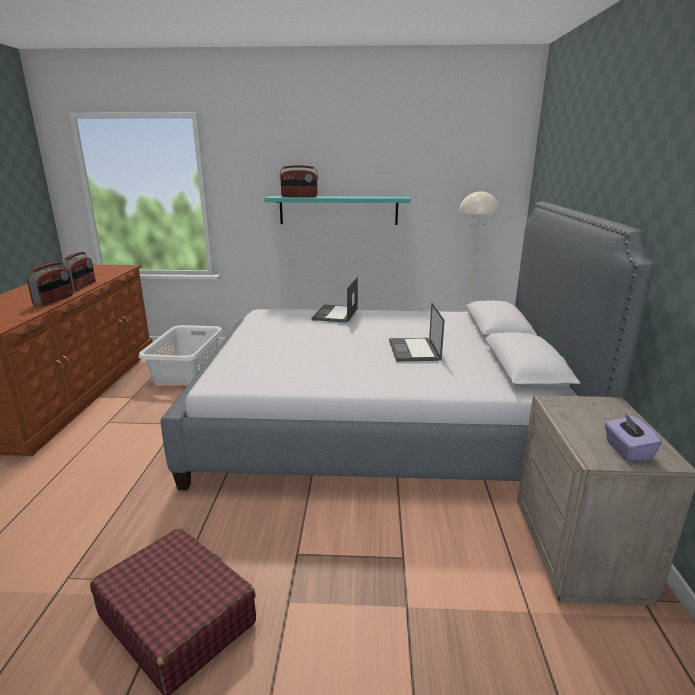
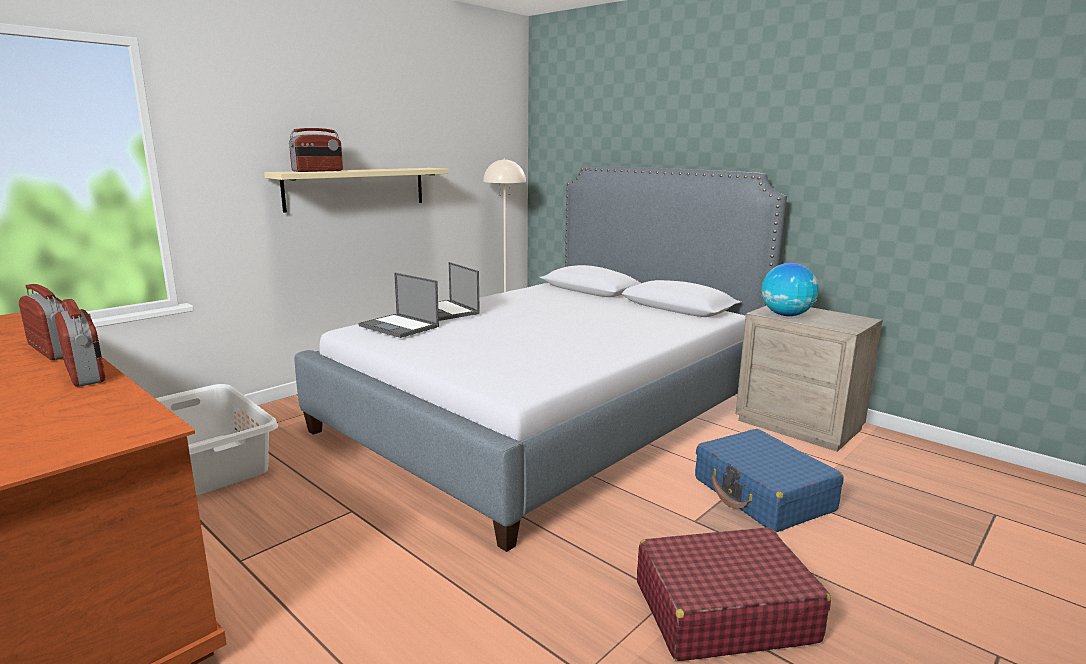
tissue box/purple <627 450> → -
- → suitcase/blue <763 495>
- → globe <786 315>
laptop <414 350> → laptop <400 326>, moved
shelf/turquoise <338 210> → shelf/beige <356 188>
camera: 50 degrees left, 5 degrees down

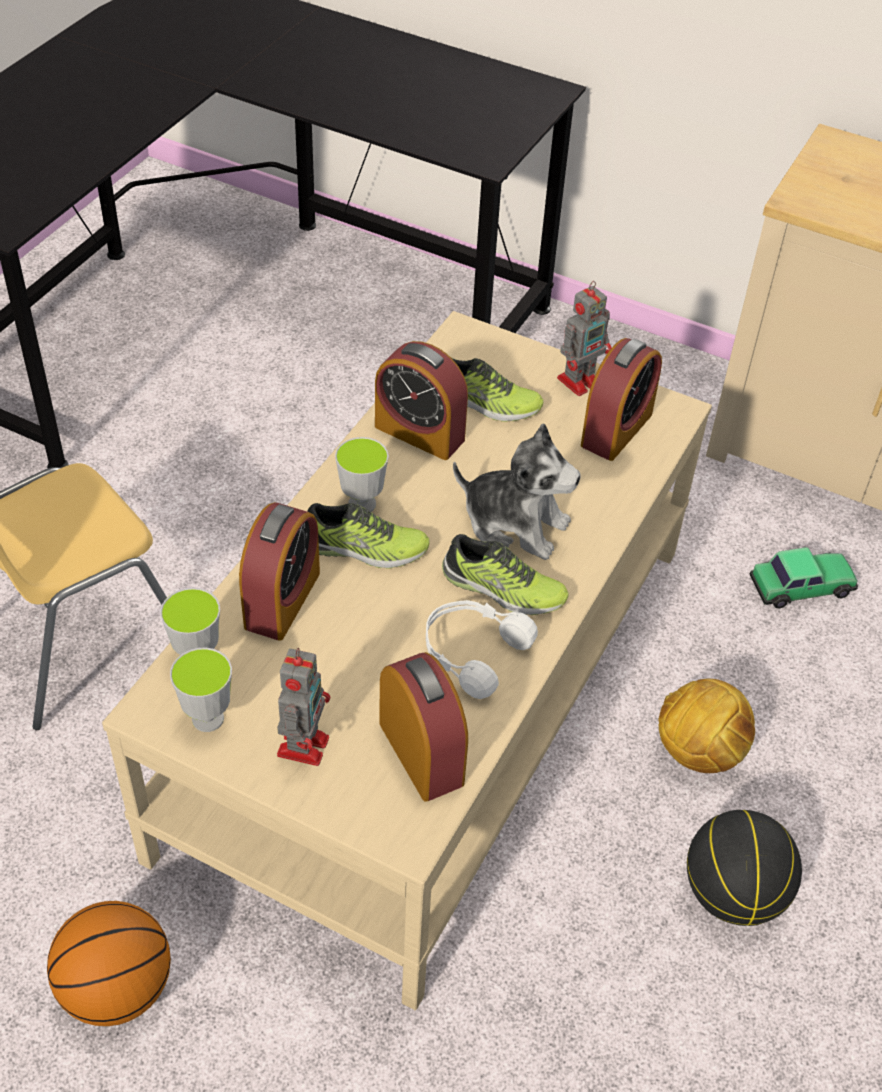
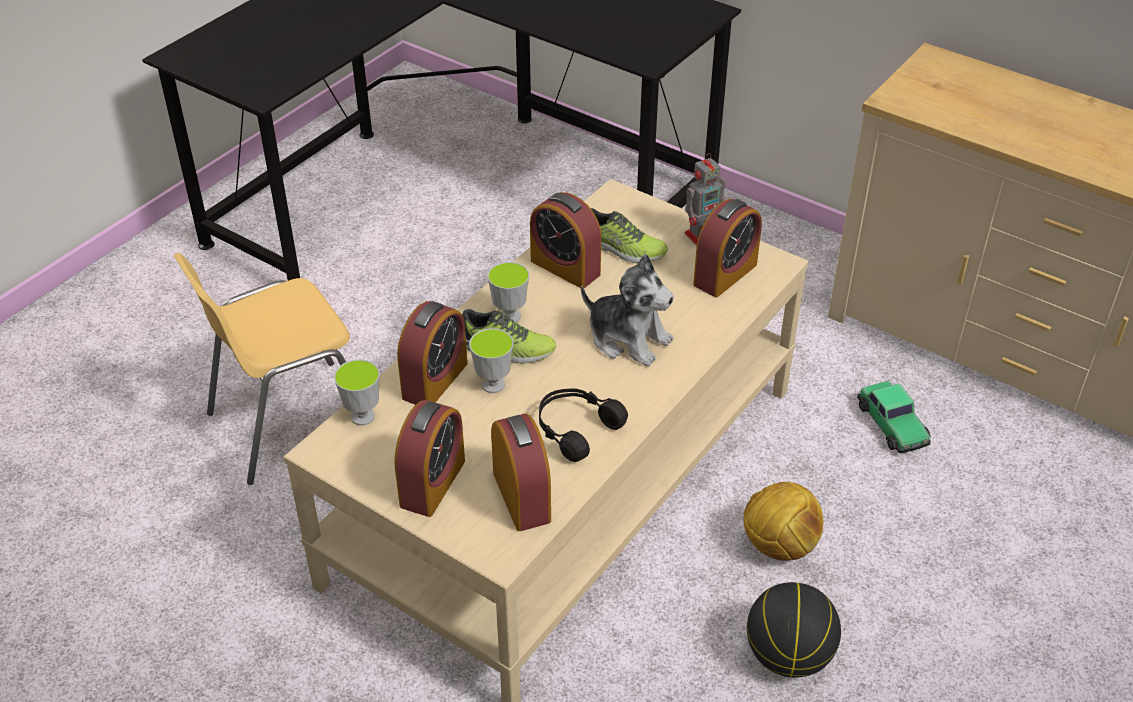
basketball <116 988> → -
shoe <502 589> → -
cup <208 718> → cup <493 385>, moved
toy robot <304 744> → alarm clock <432 483>
headphones/white <472 652> → headphones/black <575 429>
toy car <802 586> → toy car <892 424>, 75 degrees clockwise
camera: 10 degrees right, 5 degrees down

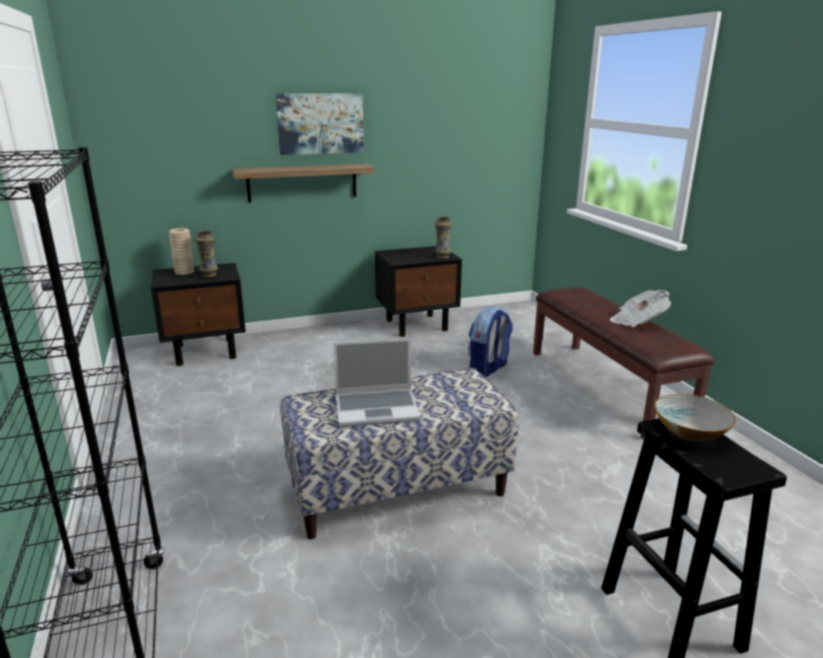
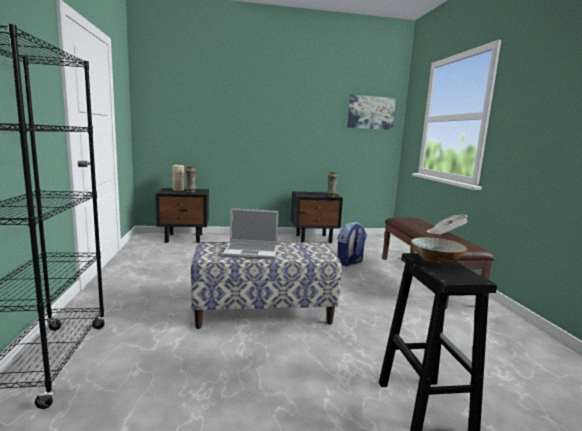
shelf <302 182> → -
picture <320 123> → picture <371 112>, moved
camera: 10 degrees right, 10 degrees down

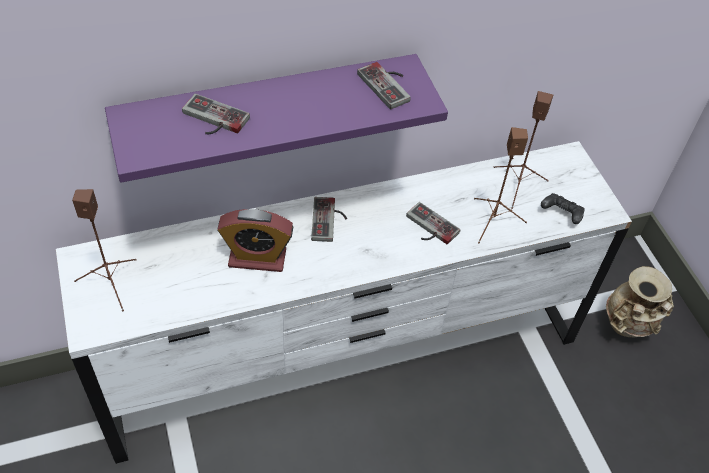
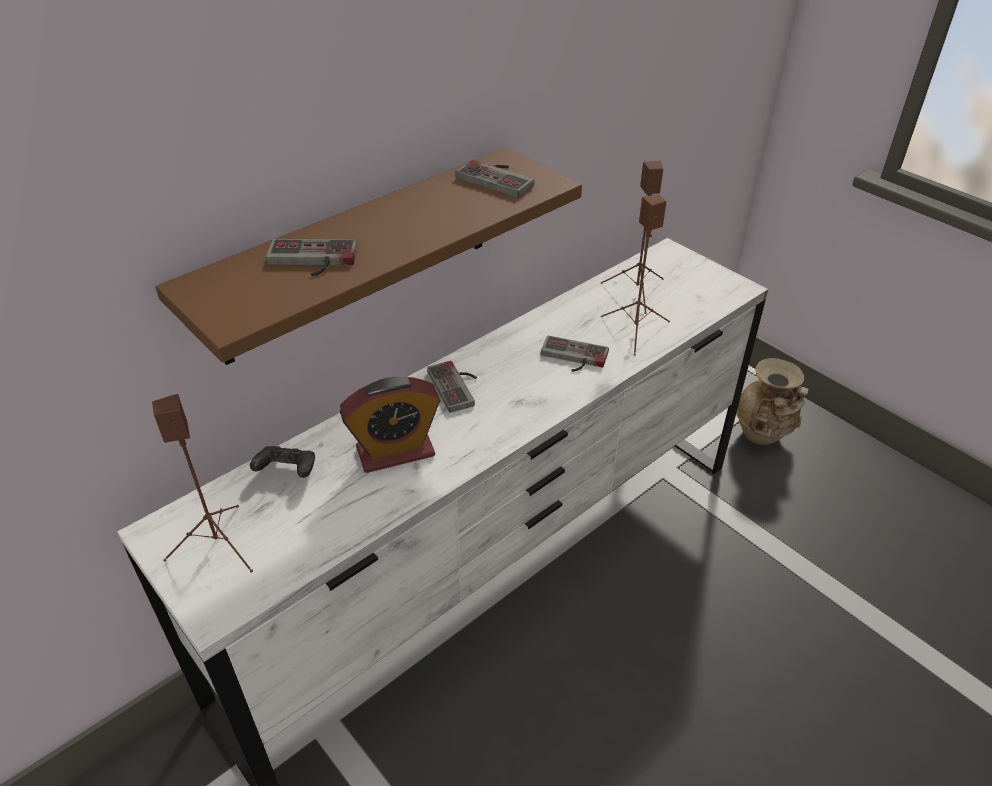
game controller/black <561 214> → game controller/black <287 471>, moved
shelf/purple <268 110> → shelf/brown <358 255>
camera: 20 degrees left, 10 degrees down

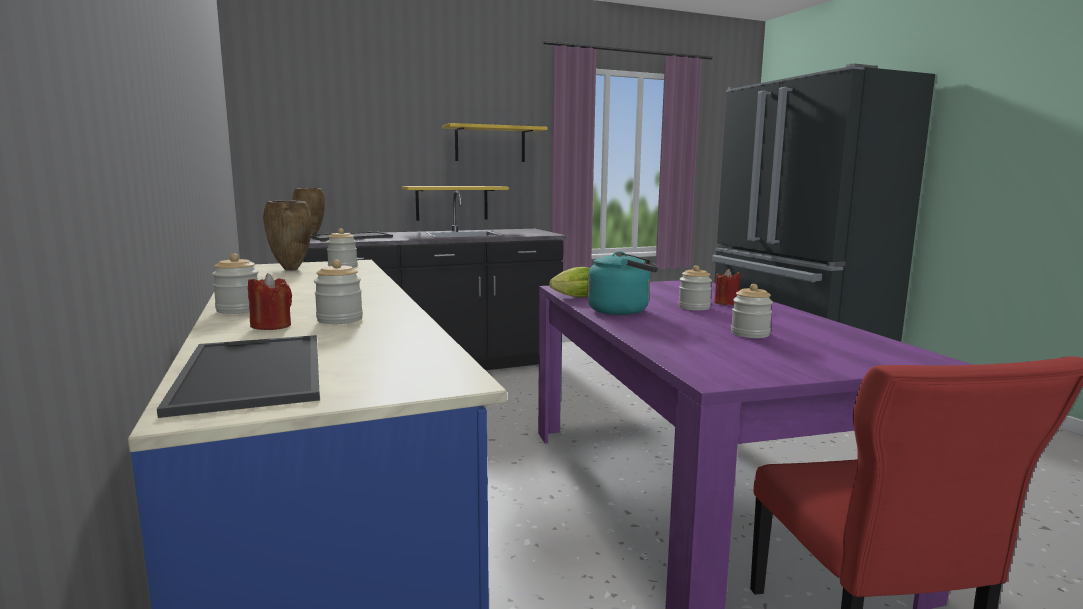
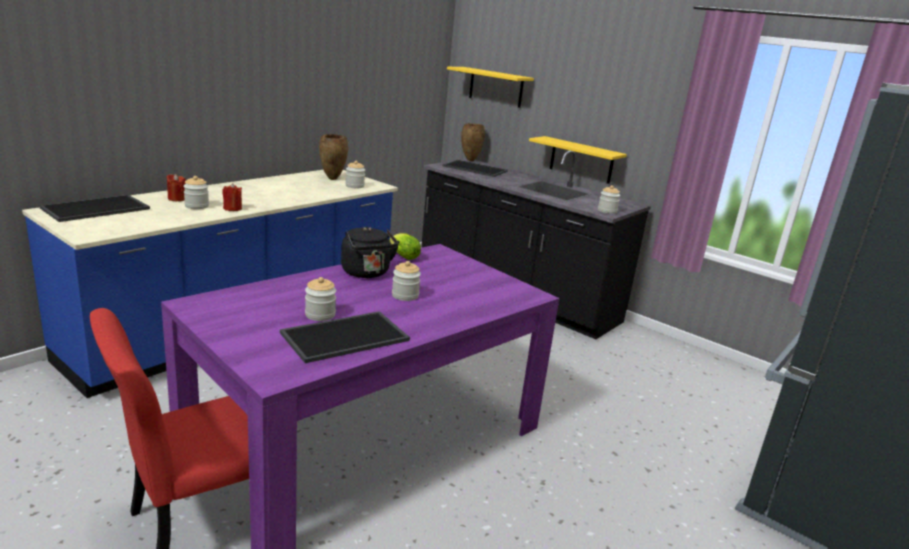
- → tray <345 335>
jar <239 310> → jar <607 211>, moved
shelf/yellow <490 144> → shelf/yellow <496 87>, moved
candle/red <726 303> → candle/red <232 208>, moved
kettle/turquoise <622 311> → kettle/black <367 273>
camera: 60 degrees right, 10 degrees up

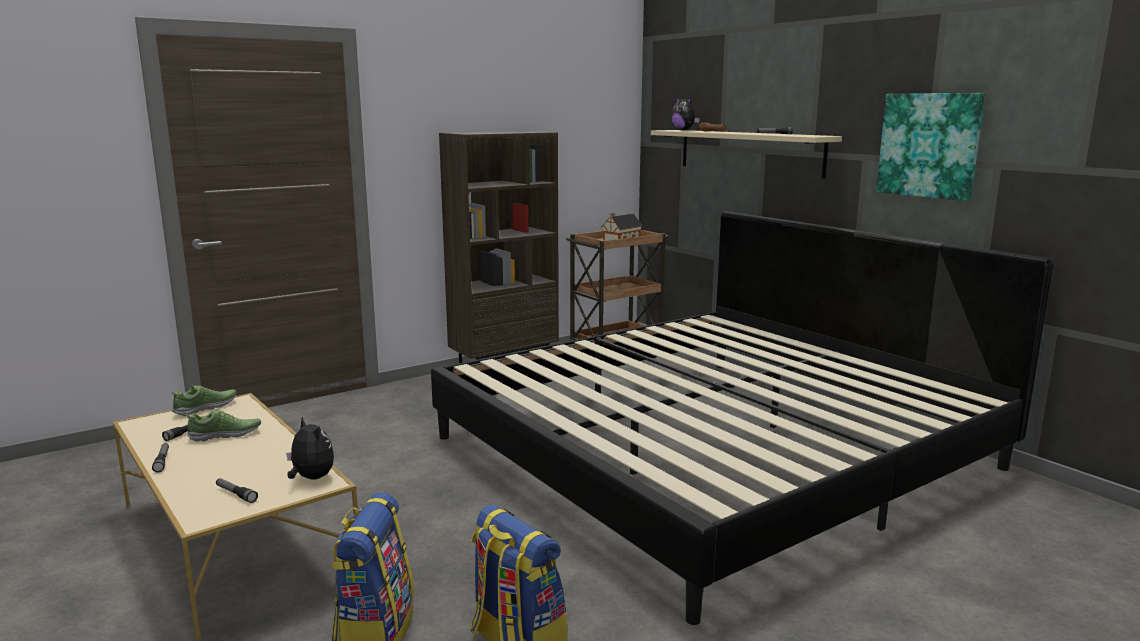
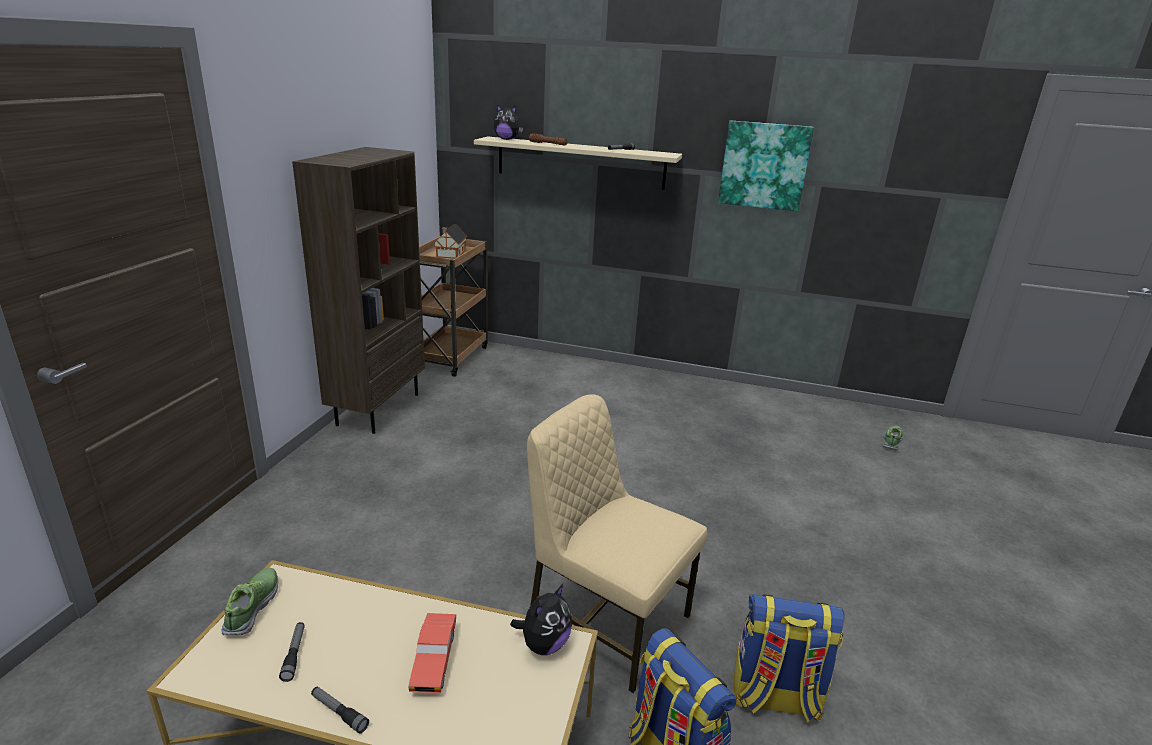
flashlight <236 494> → -
bed <713 452> → -
- → toy car/red <434 660>
- → chair/beige <606 620>
shoe <225 435> → shoe <892 441>, moved
plush toy <311 478> → plush toy <544 644>, 120 degrees clockwise
camera: 40 degrees left, 10 degrees up

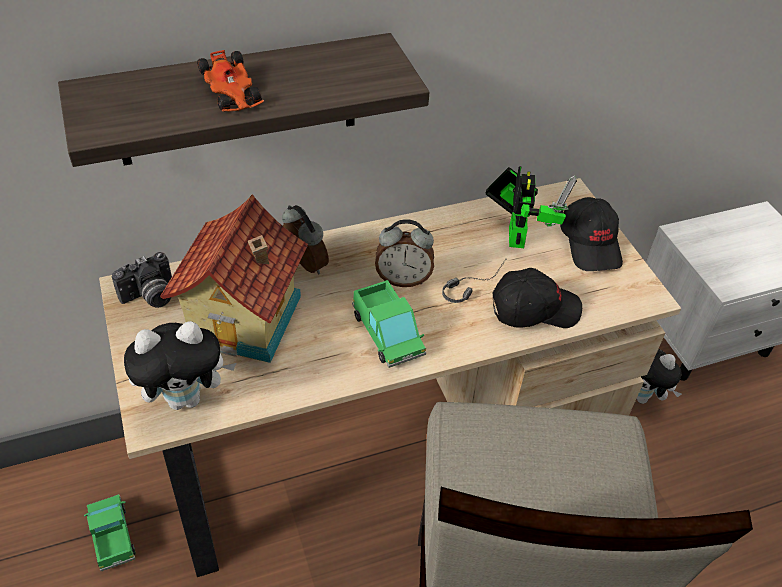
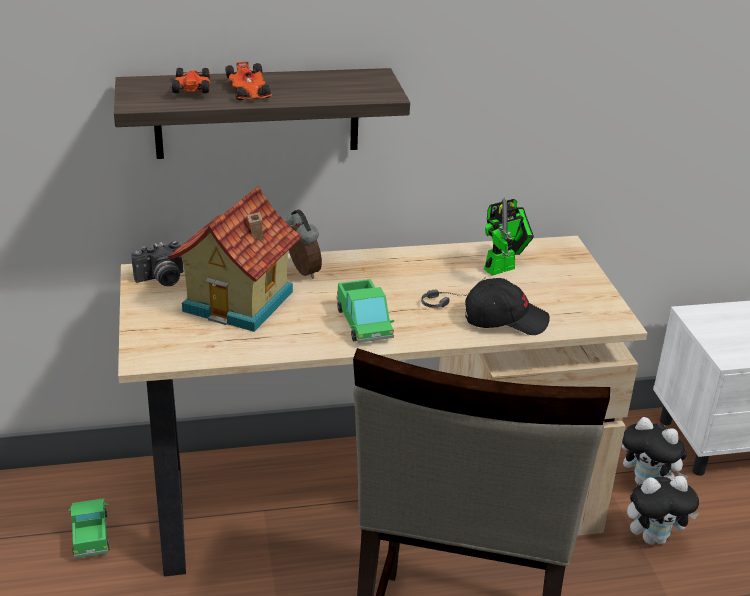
alarm clock <403 279> → -
cap/black <591 244> → -
- → toy car <192 88>
plush toy <187 397> → plush toy <654 537>, moved
toy robot <516 233> → toy robot <503 267>, 45 degrees clockwise
camera: 10 degrees right, 15 degrees down

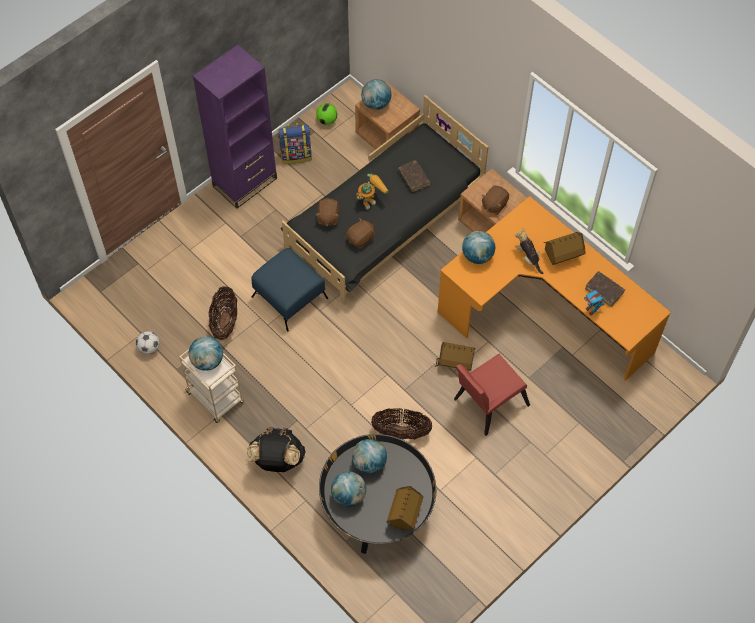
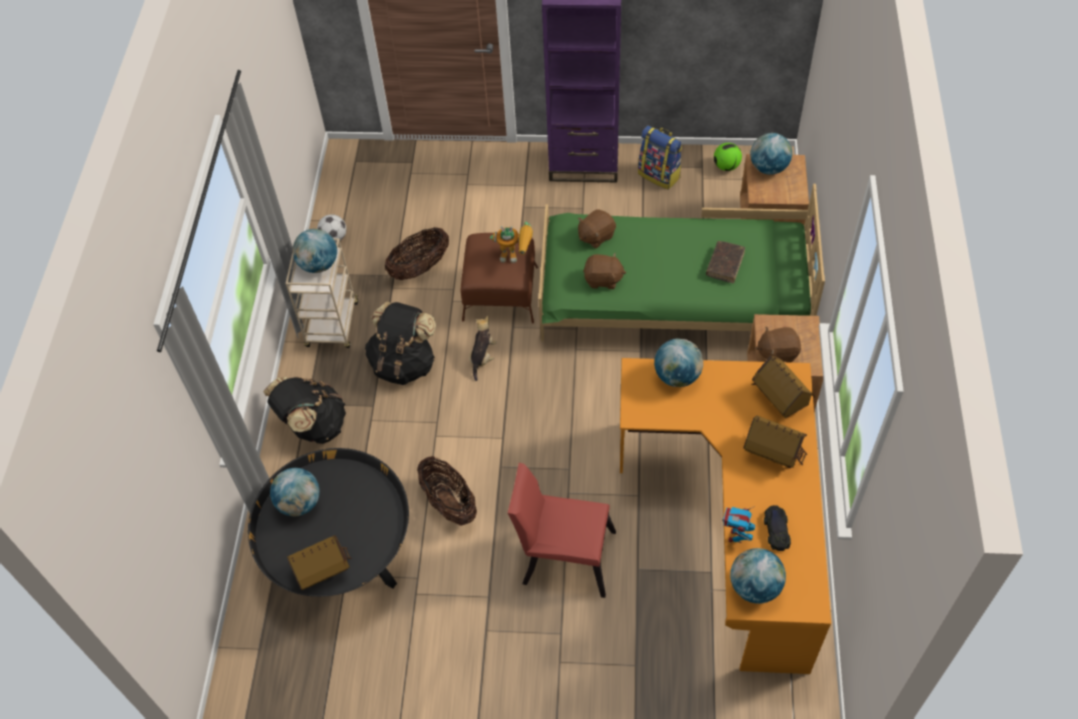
- → backpack/black <404 363>
globe <369 463> → globe <754 586>, moved
toy robot <371 199> → toy robot <516 255>, moved
toy house <455 362> → toy house <779 399>, moved
plush toy <528 258> → plush toy <482 357>, moved
book/brown <604 291> → toy car/black <776 530>
ottoman/blue <290 298> → ottoman/brown <500 294>
bed/black <385 222> → bed/green <672 298>
camera: 50 degrees right, 5 degrees down

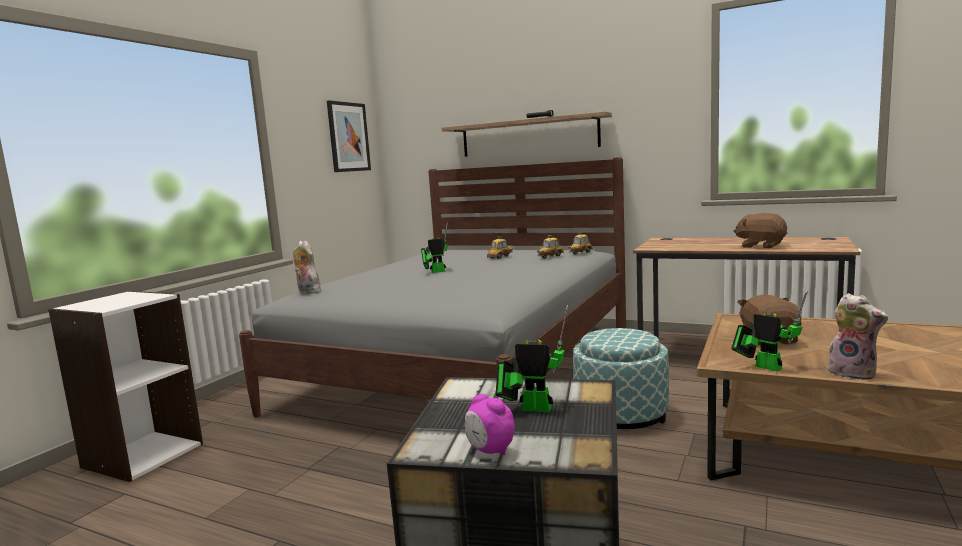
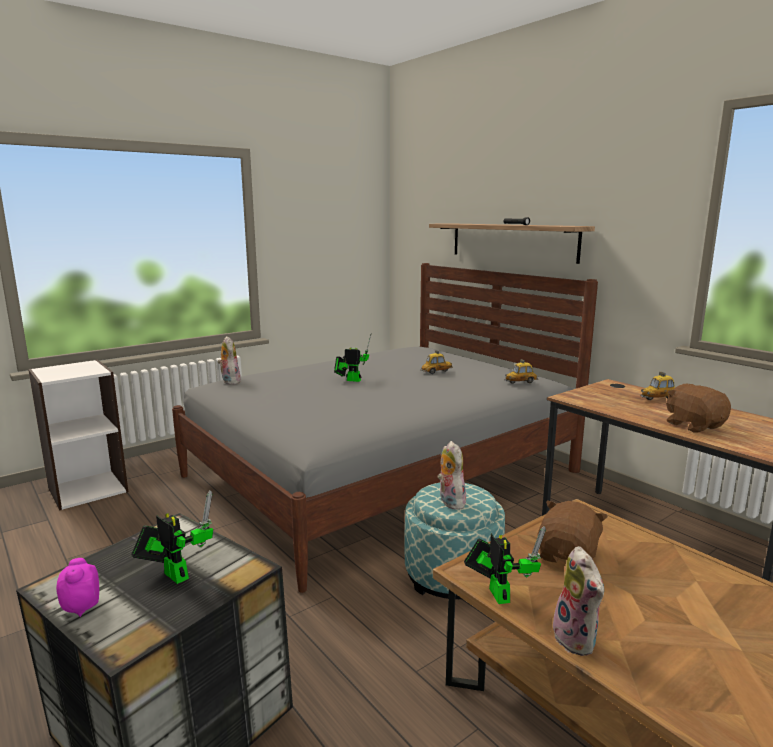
picture <348 137> → -
- → plush toy <449 502>
toy car <550 257> → toy car <658 399>, moved
camera: 25 degrees right, 5 degrees up

